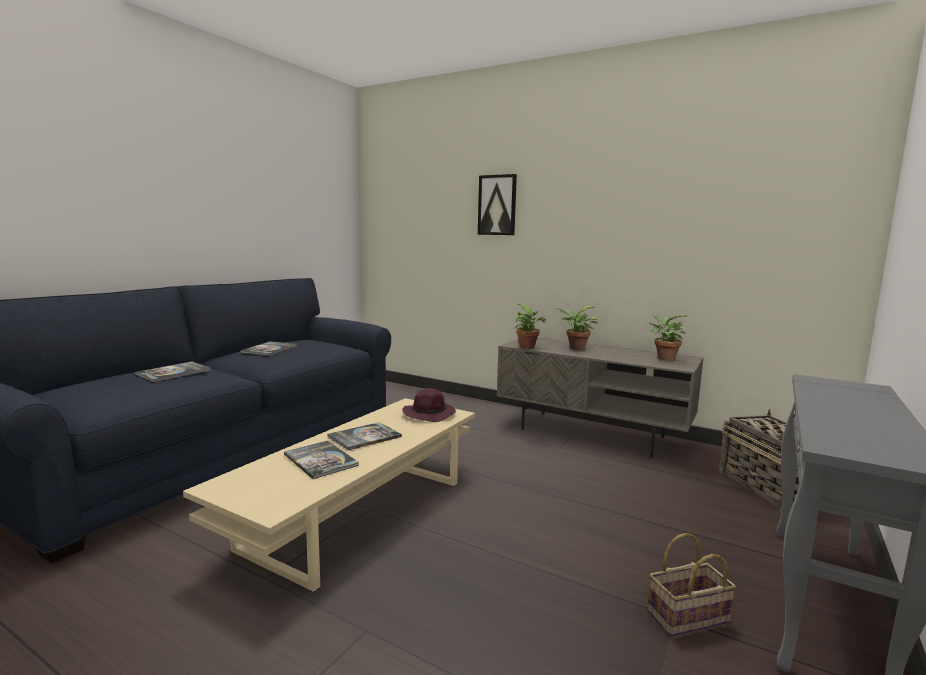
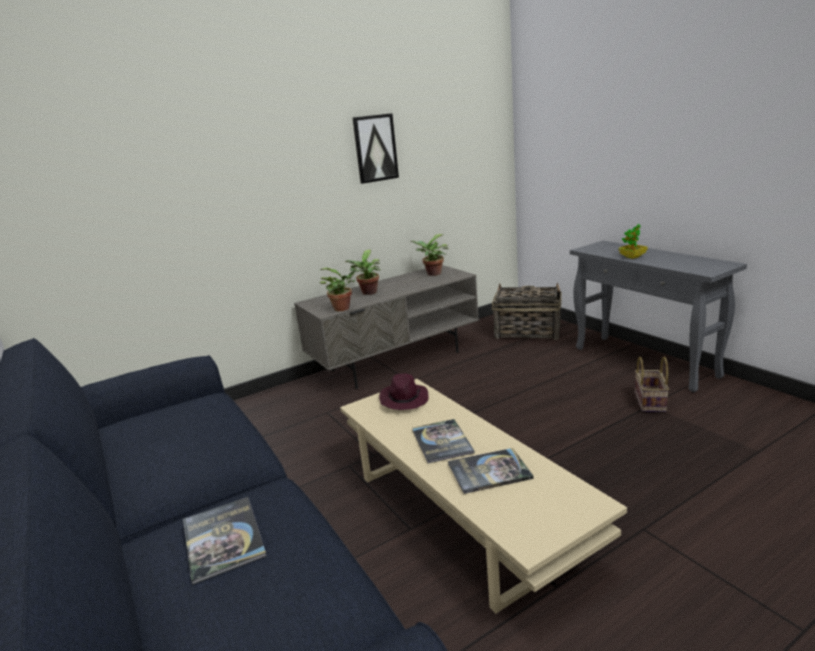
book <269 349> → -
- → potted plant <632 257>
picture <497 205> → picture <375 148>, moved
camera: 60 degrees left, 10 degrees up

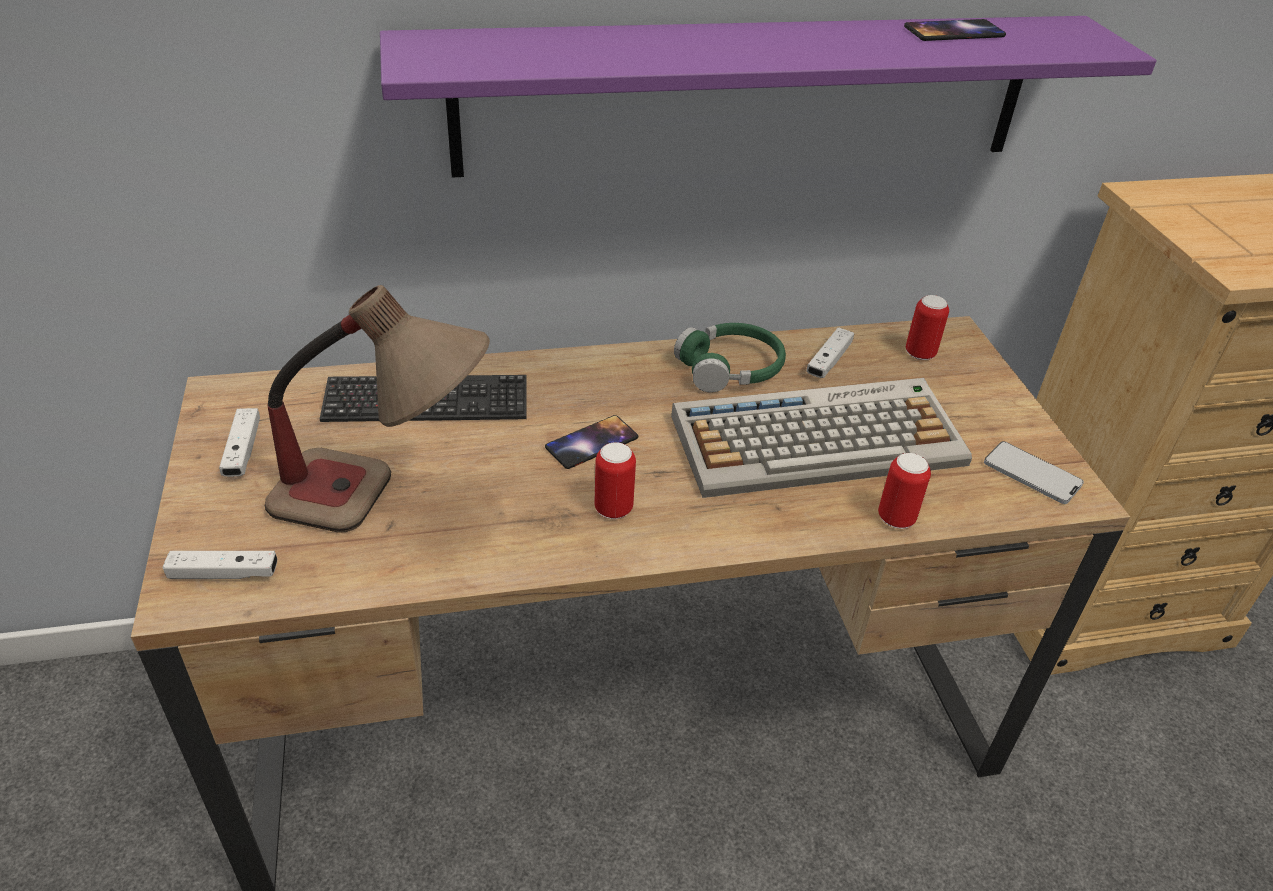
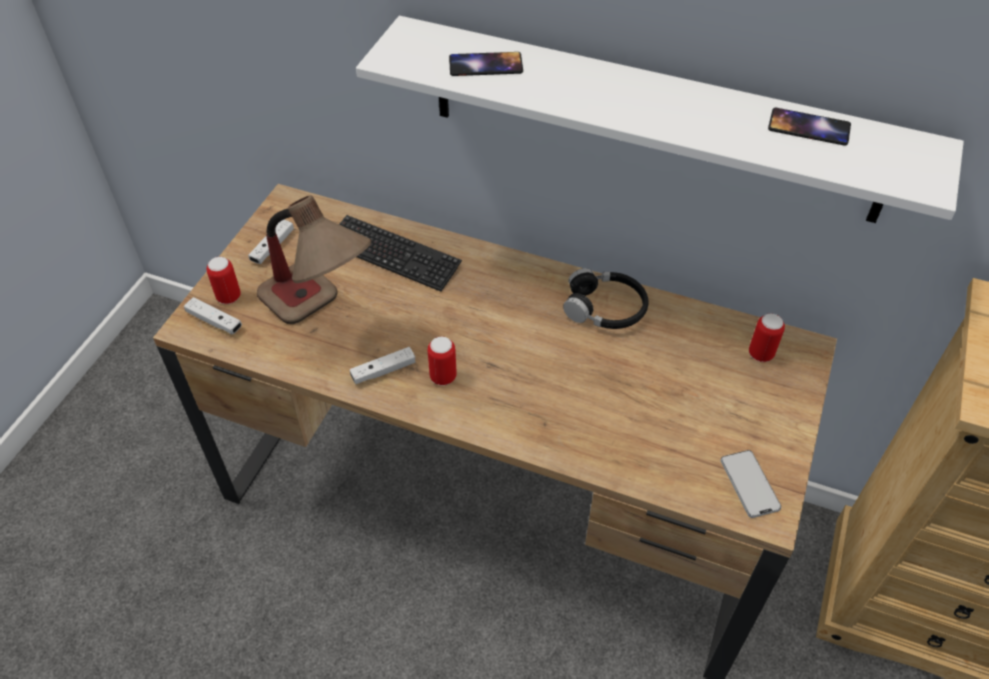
keyboard <819 439> → -
phone <591 442> → phone <485 65>, moved
game controller/white <828 361> → game controller/white <383 371>, moved
can <896 518> → can <229 297>, moved
shelf/purple <747 95> → shelf/white <653 120>
headphones/green <730 368> → headphones/black <605 308>
camera: 35 degrees right, 10 degrees up

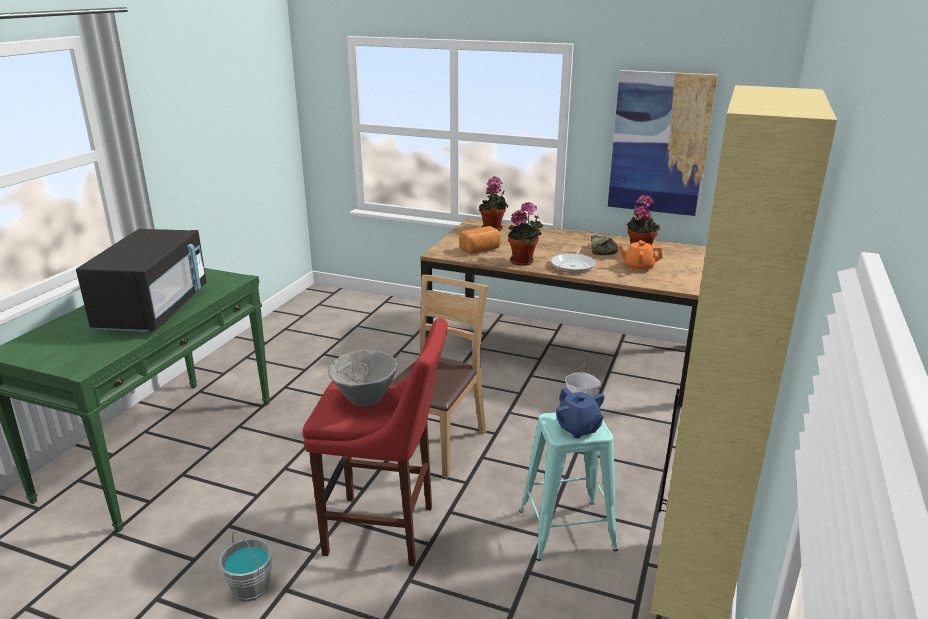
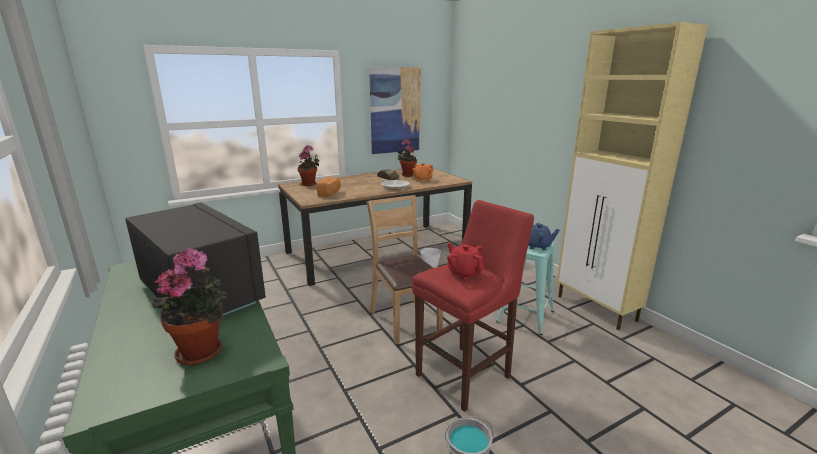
potted plant <524 261> → potted plant <203 350>, moved
bowl/grey <365 400> → teapot/red <464 273>
camera: 50 degrees left, 5 degrees down

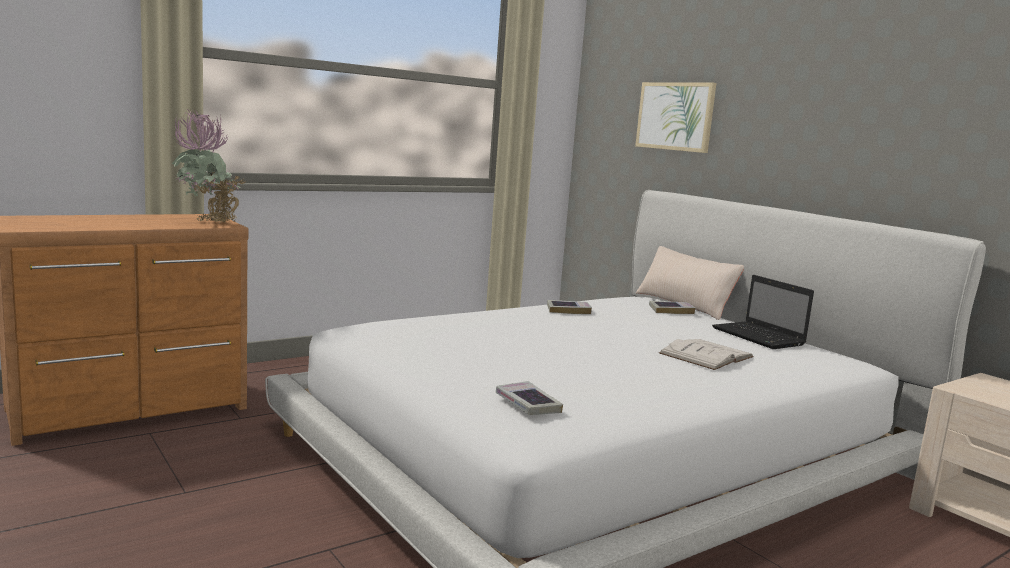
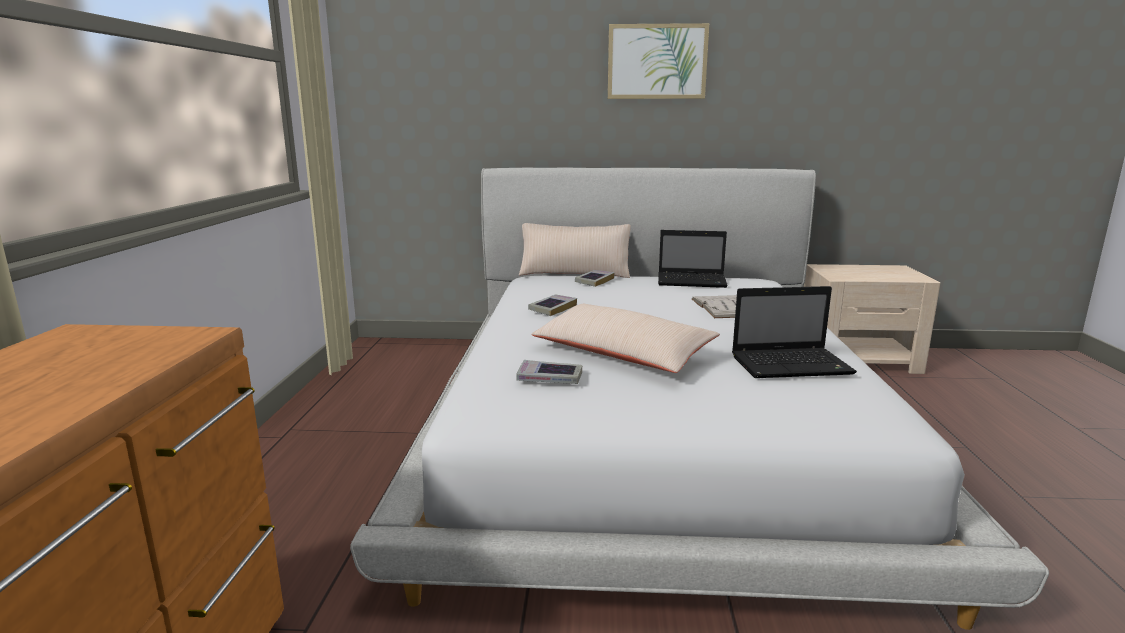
potted plant <209 223> → -
- → pillow/beige <622 354>
- → laptop <793 365>
book <527 404> → book <549 378>, moved
picture <675 116> → picture <657 62>, moved
camera: 50 degrees left, 5 degrees up

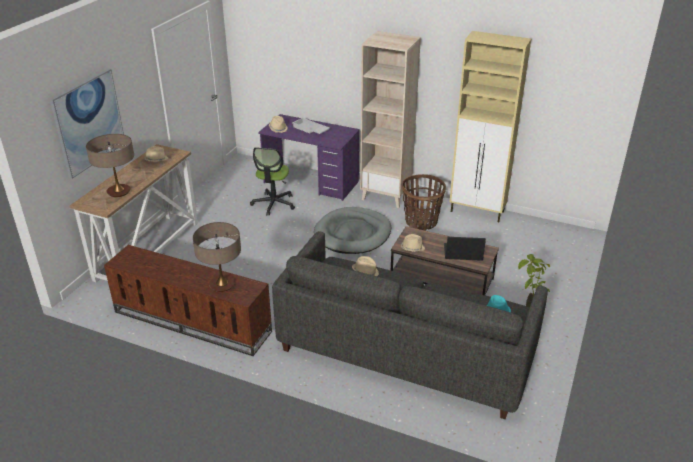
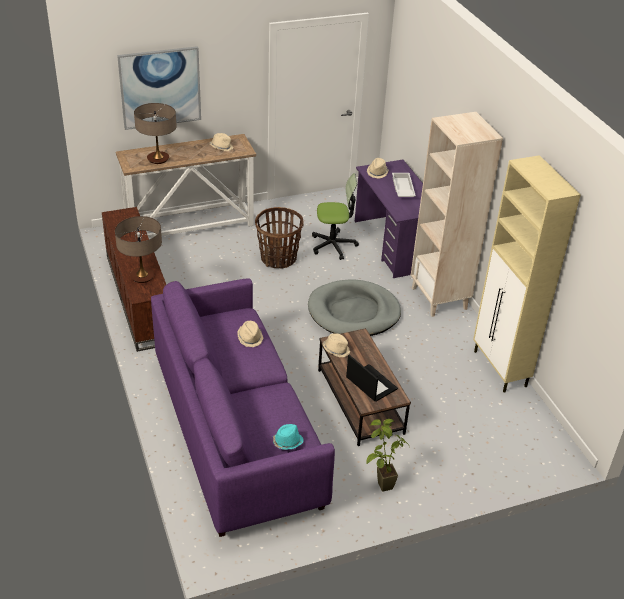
basket <421 222> → basket <278 259>, moved
sofa/grey <405 351> → sofa/purple <235 430>
office chair <273 204> → office chair <333 245>, 150 degrees counterclockwise
camera: 45 degrees right, 5 degrees up

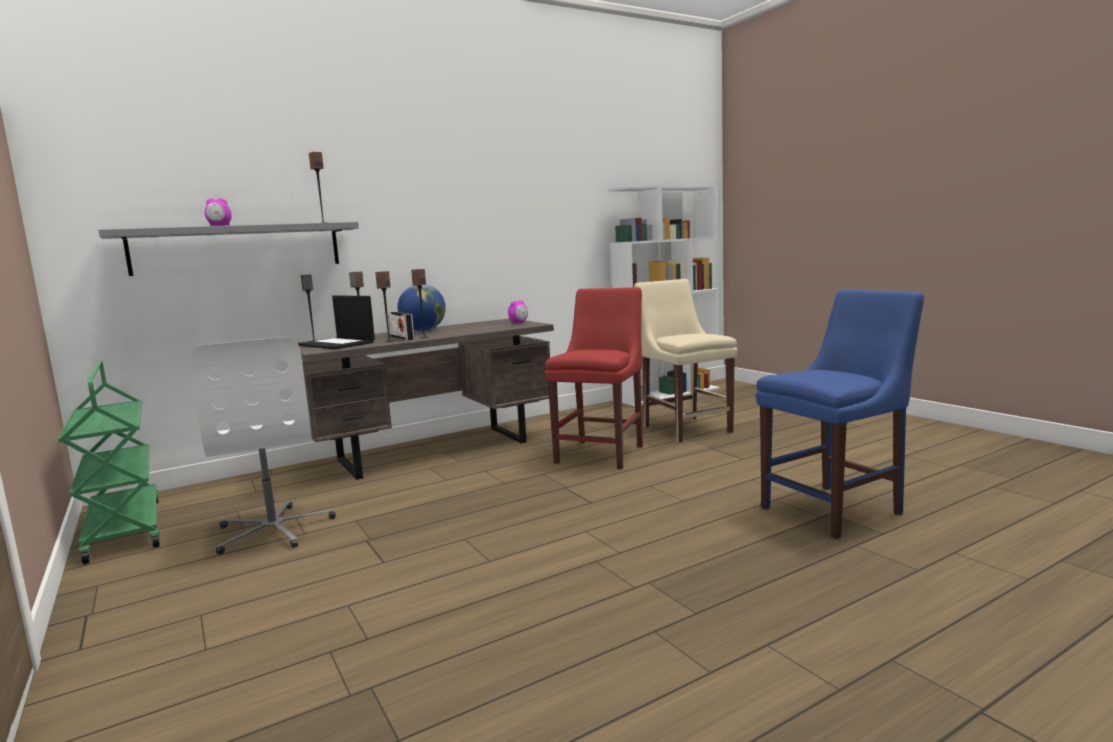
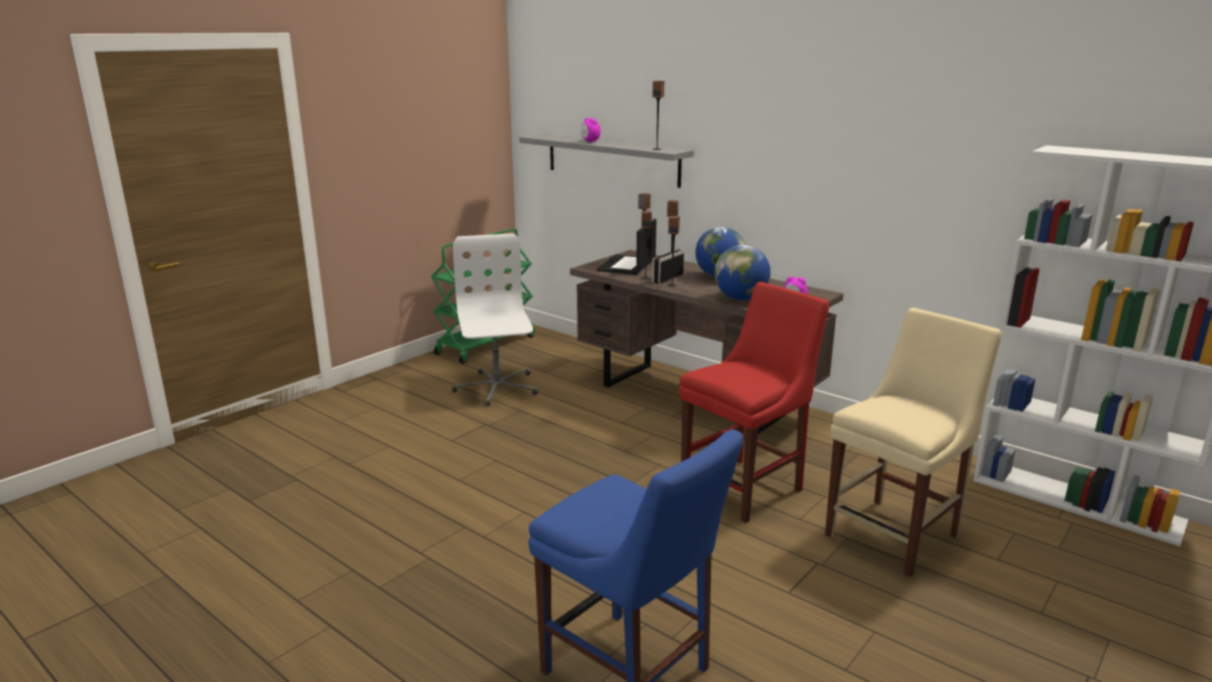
- → globe <740 298>
office chair/white <274 529> → office chair/white <496 388>, 120 degrees clockwise
chair/red <602 453> → chair/red <746 487>, 45 degrees counterclockwise
camera: 70 degrees right, 10 degrees up

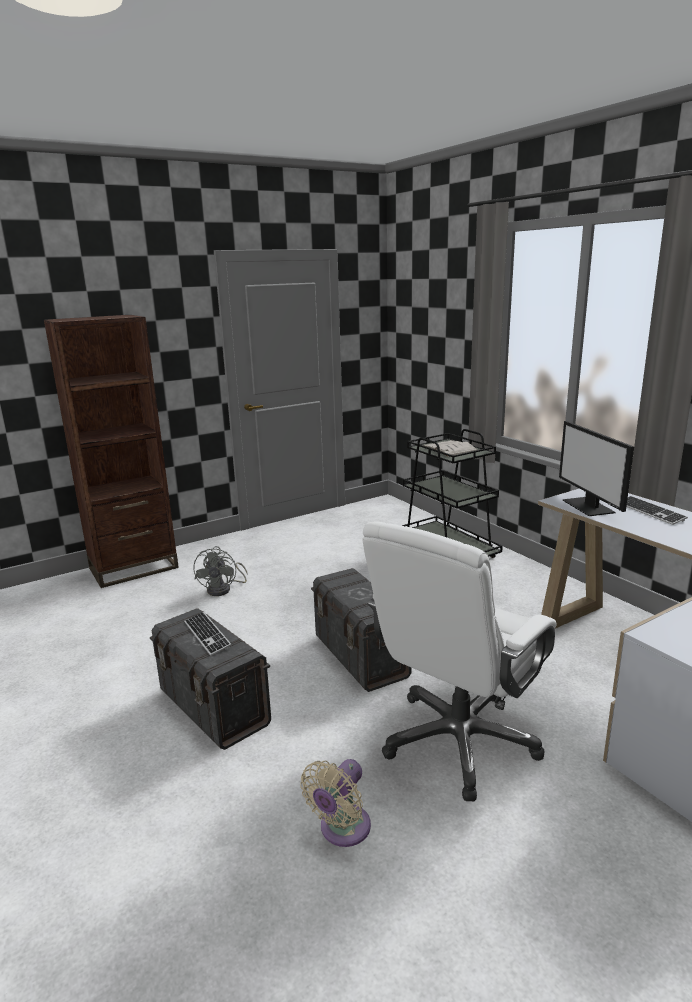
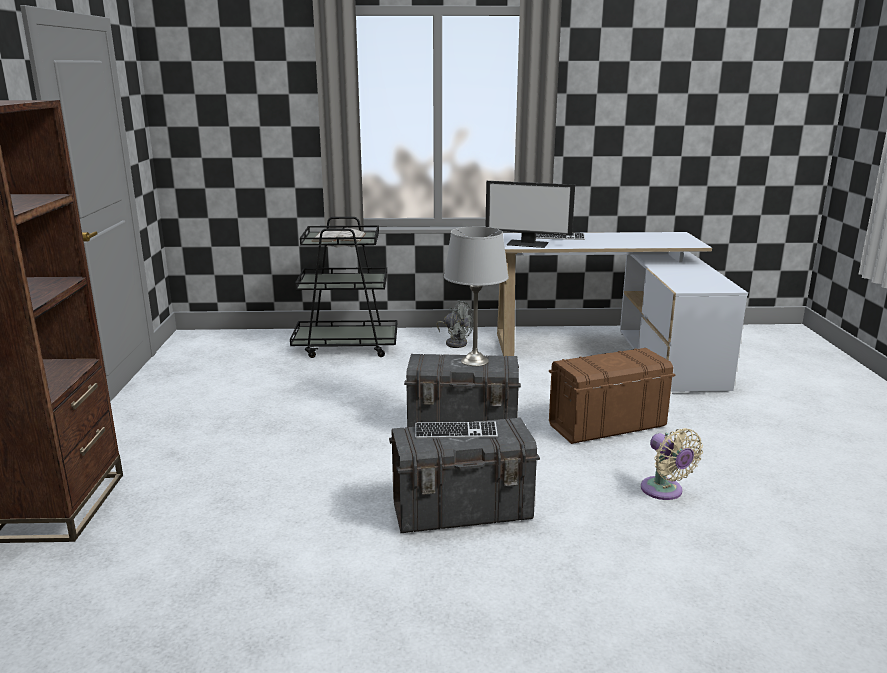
- → table lamp/grey <475 361>
fan/grey <223 589> → fan/grey <455 342>, moved
office chair/white <459 741> → storage box/brown <606 425>
camera: 60 degrees left, 0 degrees up

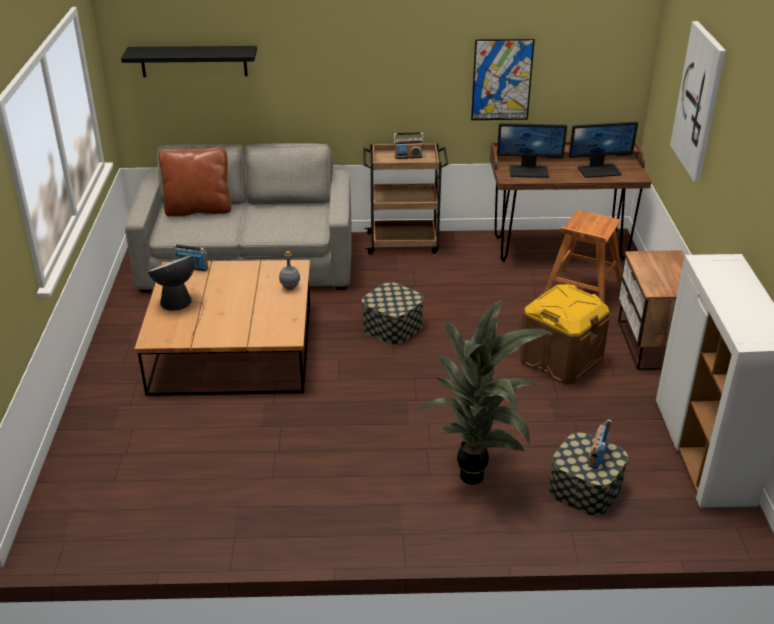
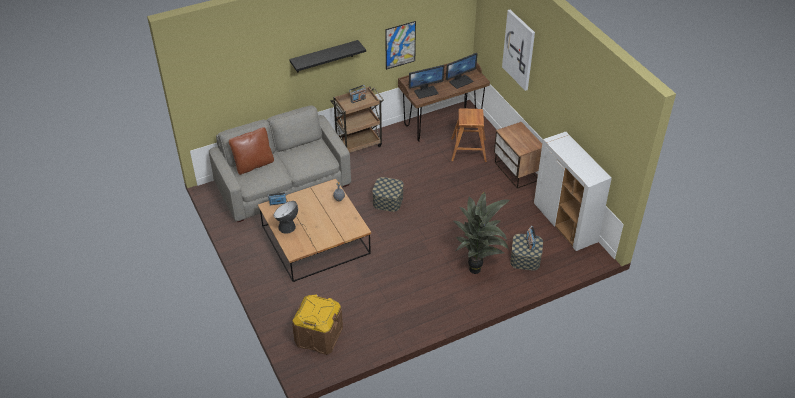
shelf/black <194 61> → shelf/black <324 56>, moved
storage box/brown <560 360> → storage box/brown <319 336>, moved
camera: 25 degrees left, 10 degrees up

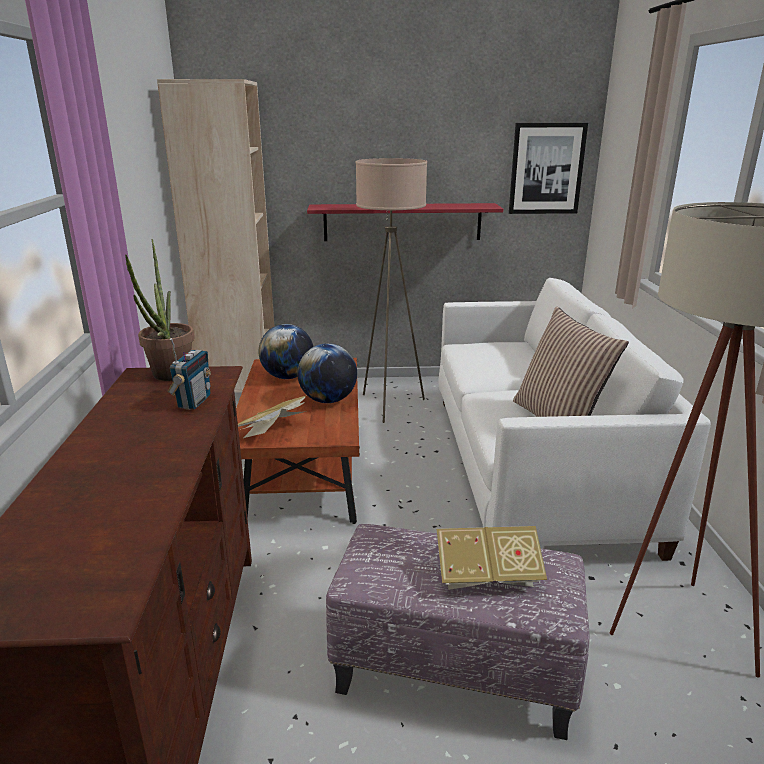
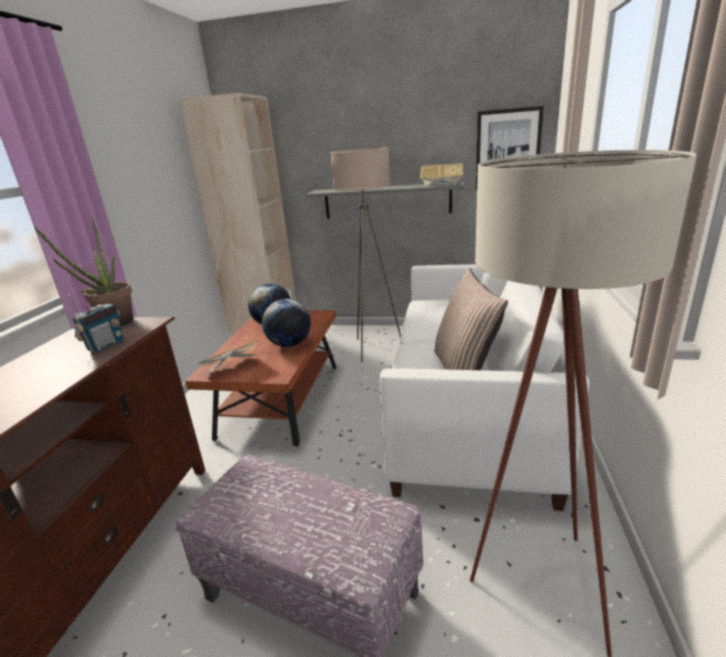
book <487 576> → book <441 184>, moved
shelf/red <402 222> → shelf/grey <387 201>
camera: 15 degrees right, 0 degrees up

